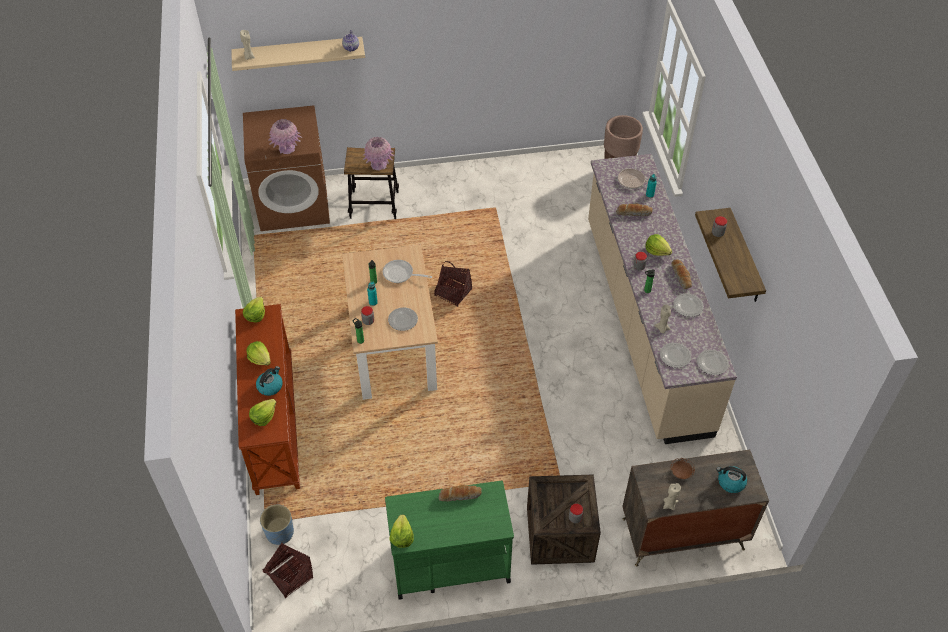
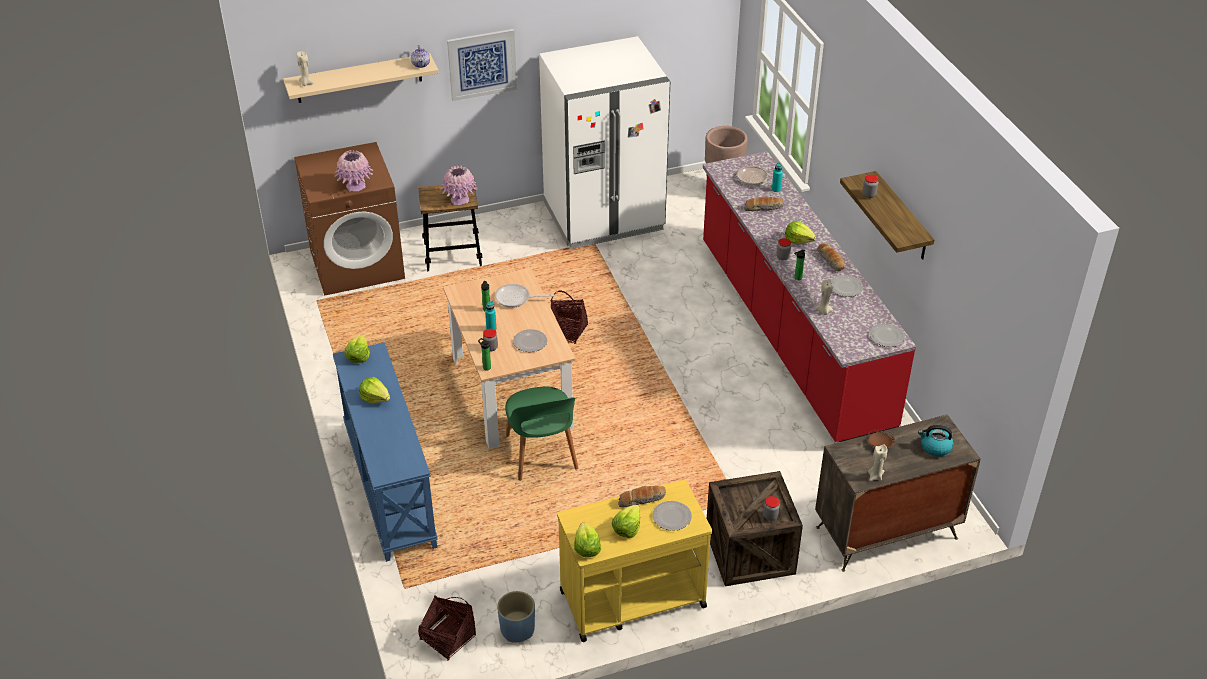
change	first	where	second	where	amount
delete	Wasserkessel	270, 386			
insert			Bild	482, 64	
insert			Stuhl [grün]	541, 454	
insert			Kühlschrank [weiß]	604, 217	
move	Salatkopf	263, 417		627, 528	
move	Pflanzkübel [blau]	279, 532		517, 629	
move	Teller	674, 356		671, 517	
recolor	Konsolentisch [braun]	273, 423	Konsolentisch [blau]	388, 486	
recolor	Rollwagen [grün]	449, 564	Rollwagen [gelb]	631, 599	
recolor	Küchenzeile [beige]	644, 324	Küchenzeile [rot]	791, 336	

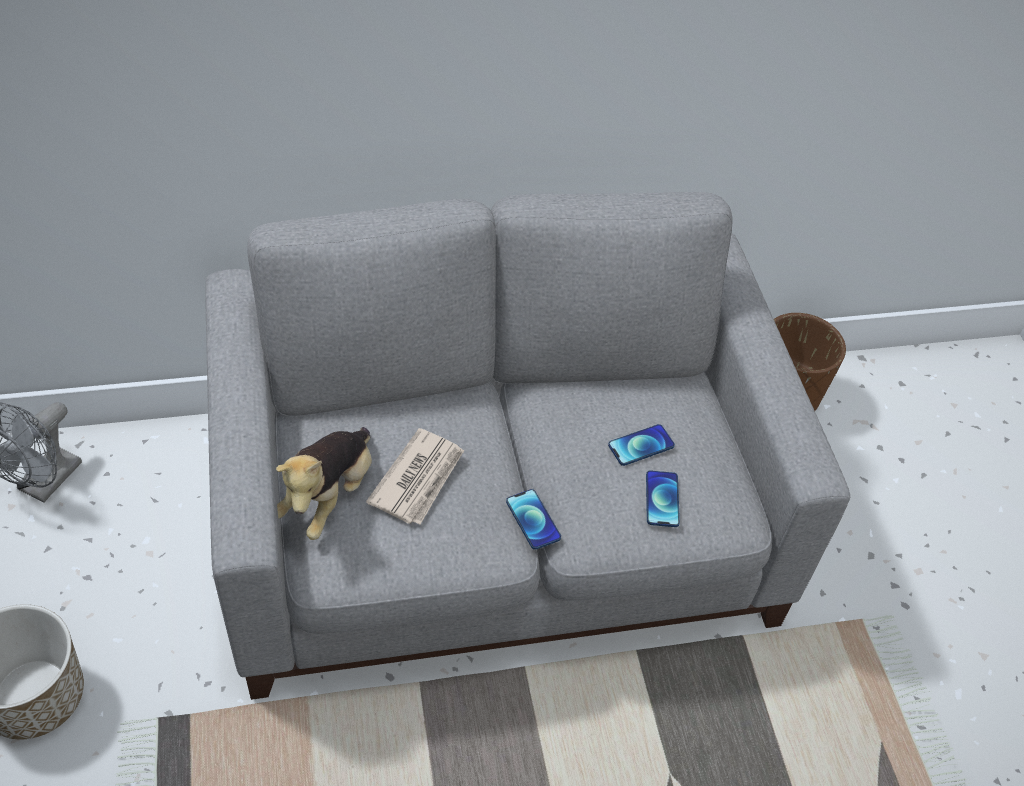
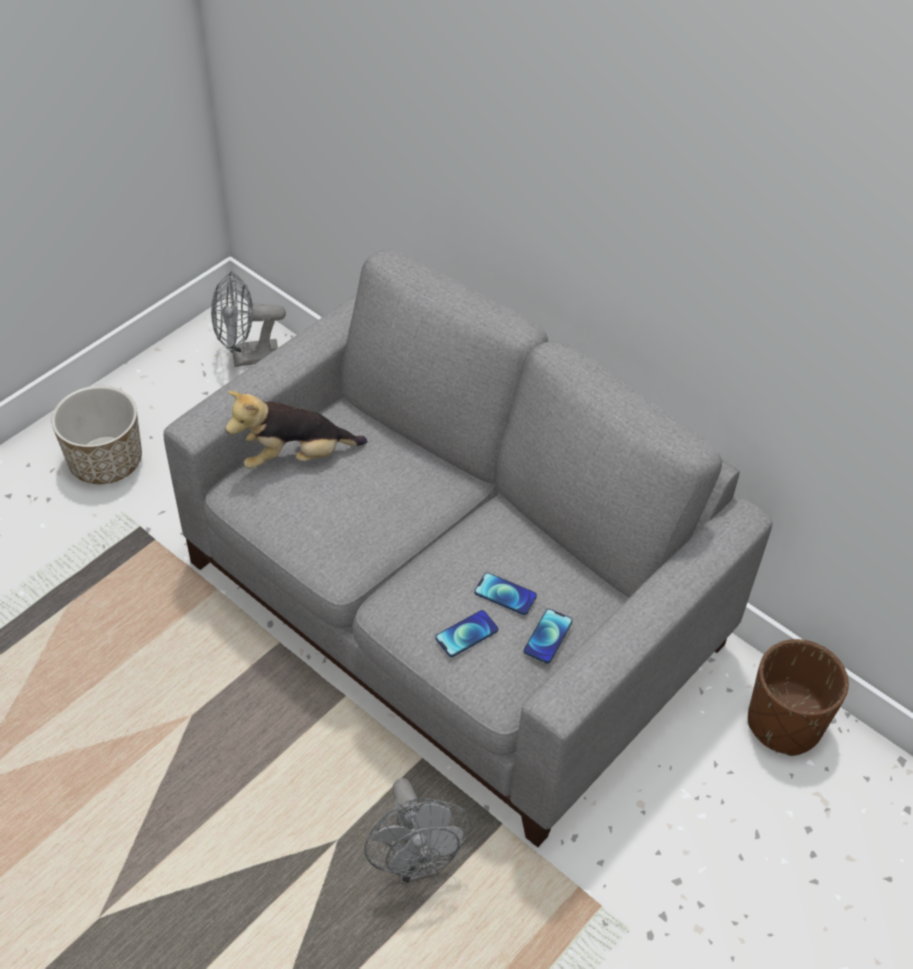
change	first	where	second	where	amount
delete	Zeitung	419, 479			
insert			Ventilator [grau]	415, 862	
move	Handy	533, 520		548, 636	

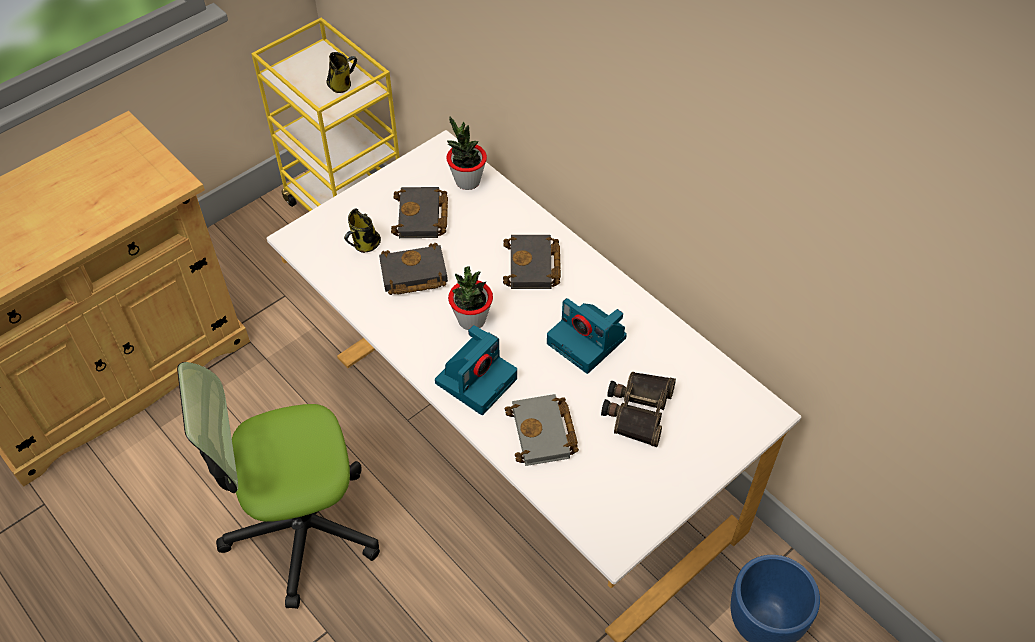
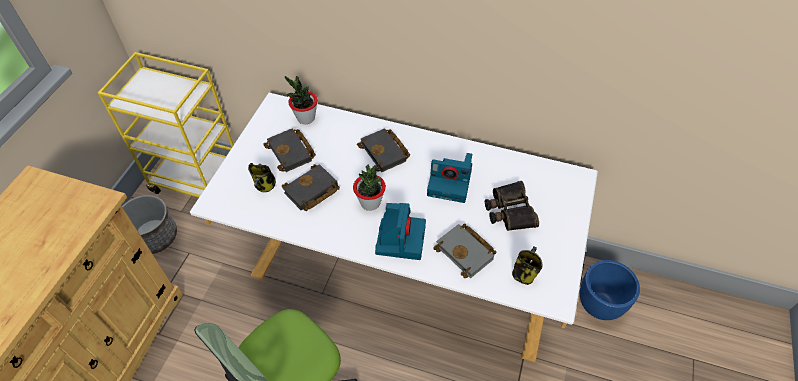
change	first	where	second	where	amount
insert			Pflanzkübel	154, 237	
move	Henkelbecher	341, 85		524, 273	

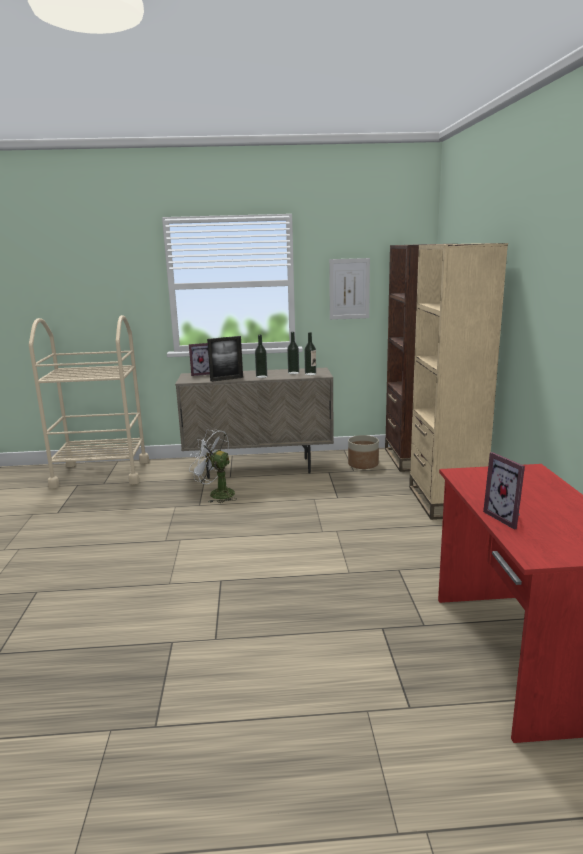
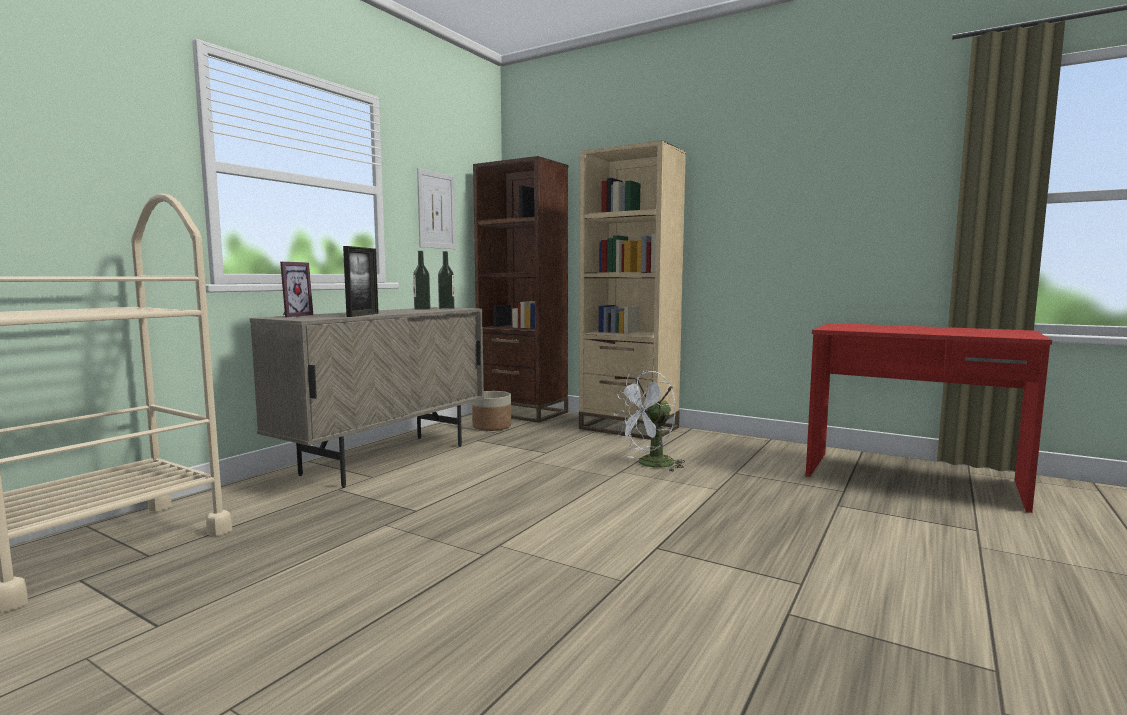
change	first	where	second	where	amount
delete	Flasche	261, 376			
delete	Bilderrahmen	508, 518			
move	Ventilator [weiß]	216, 494		650, 465	

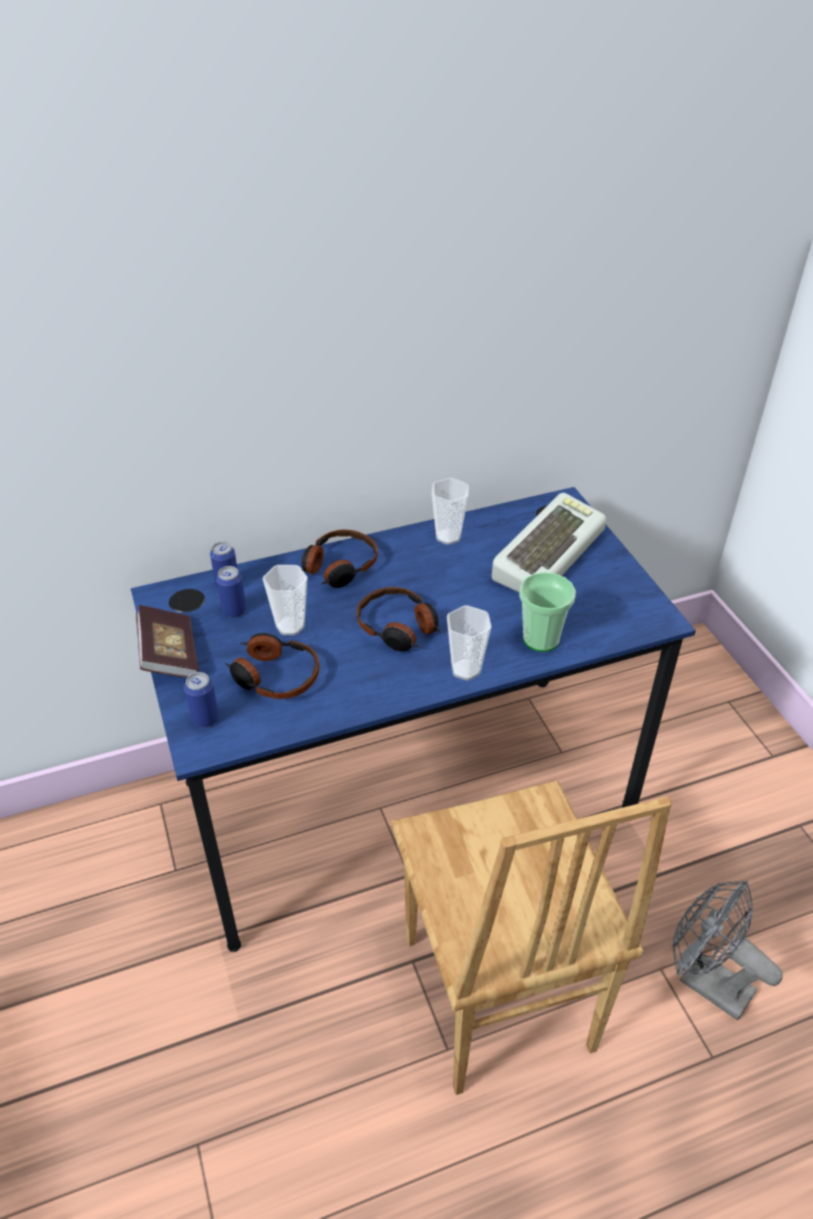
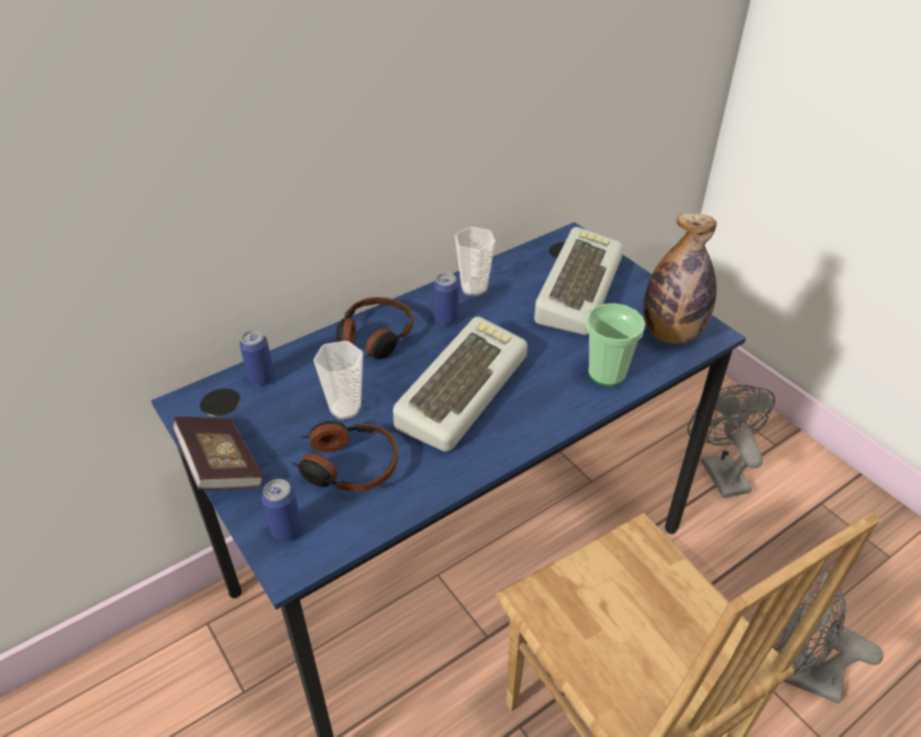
change	first	where	second	where	amount
delete	Tasse	465, 670			
insert			Flasche	671, 333	
insert			Ventilator [grau]	719, 470	
move	Dose	234, 611		446, 319	
replace	Kopfhörer	398, 628	Tastatur	460, 389	

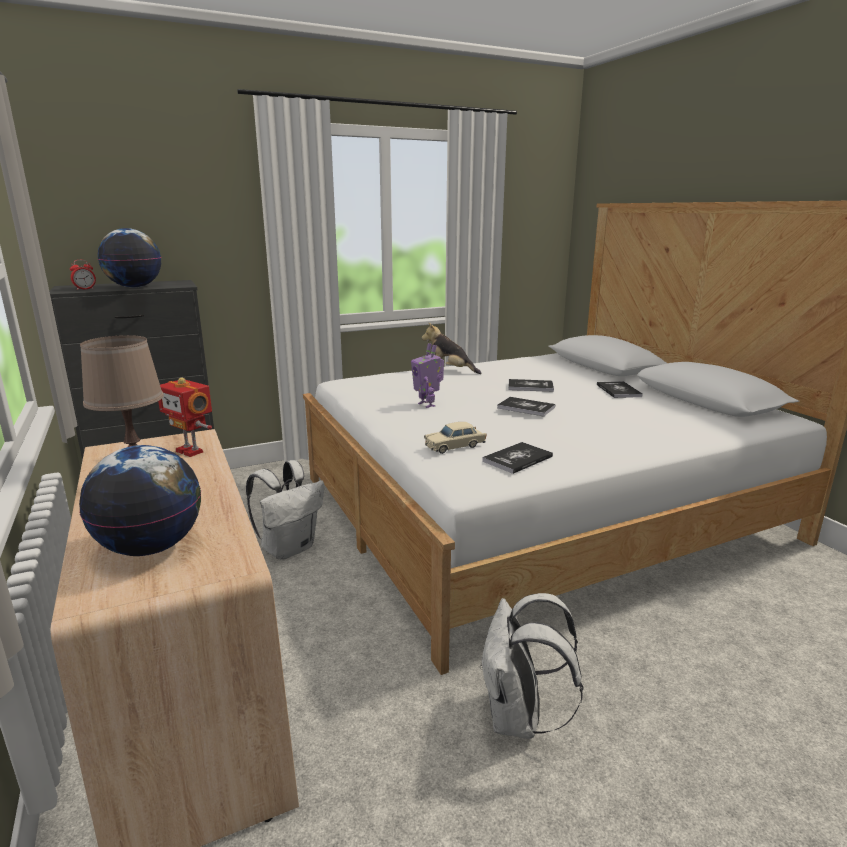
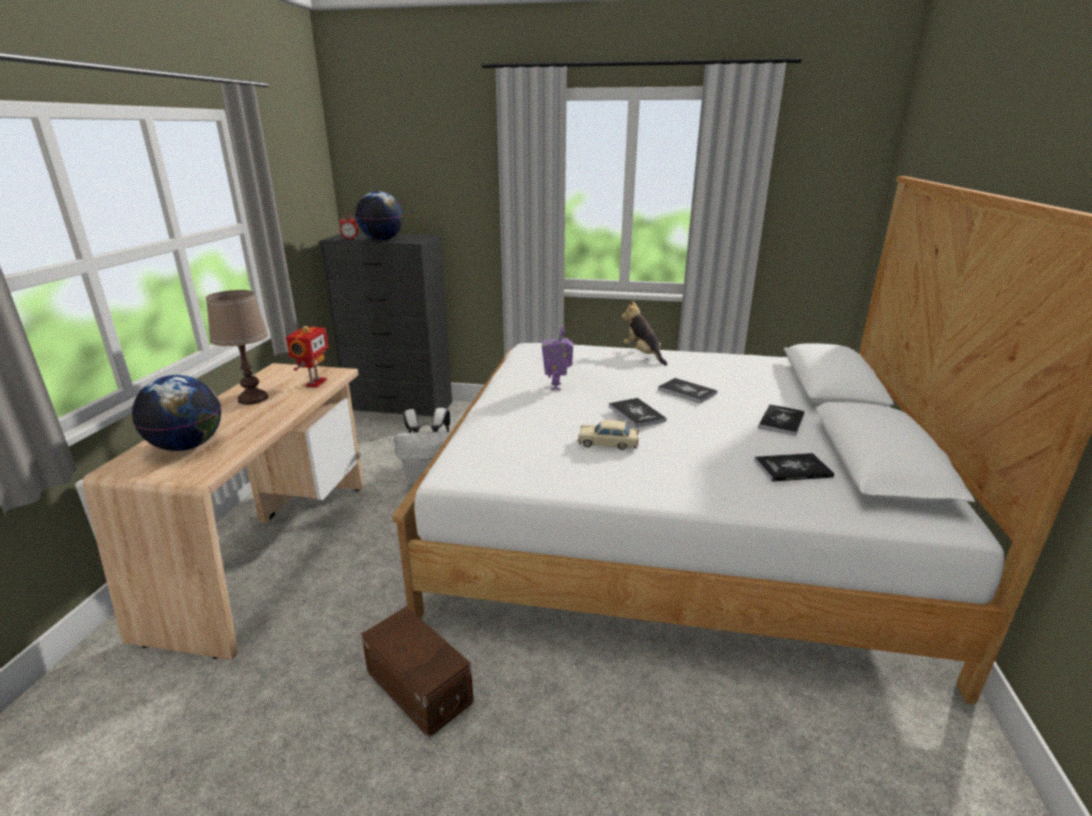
change	first	where	second	where	amount
move	Spielzeugauto [beige]	455, 446		608, 443	
move	Buch	517, 459		792, 469	
replace	Rucksack [weiß]	518, 718	Aufbewahrungsbox [braun]	418, 689	
rotate	Spielzeugroboter	191, 451		315, 383	150 degrees counterclockwise

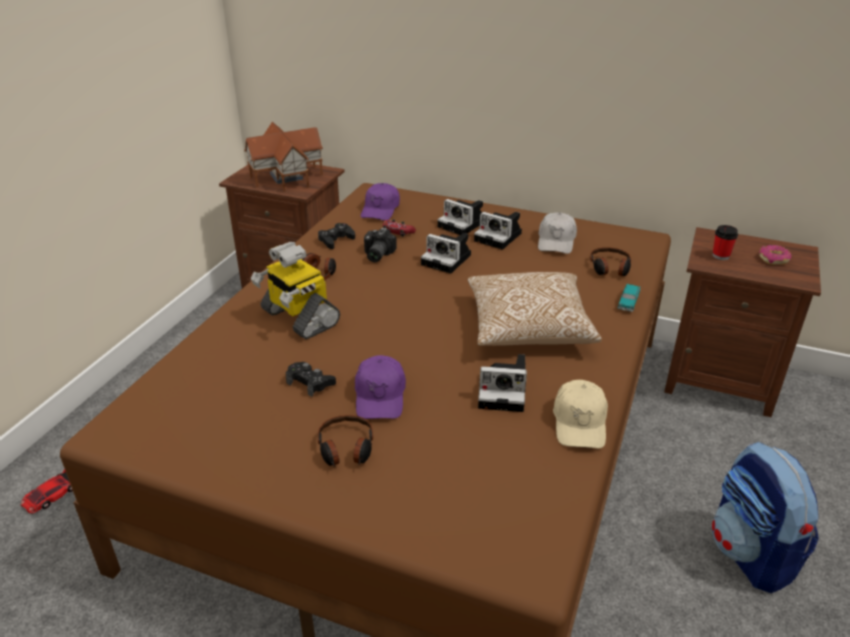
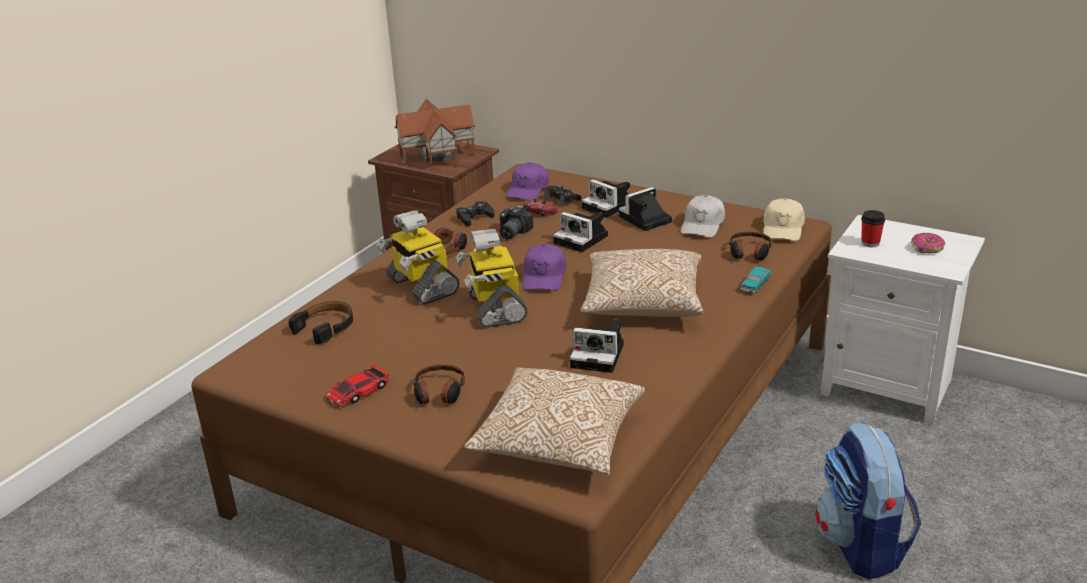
change	first	where	second	where	amount
insert			Kopfhörer [schwarz]	325, 327	
insert			Spielzeugroboter	494, 307	
insert			Kissen	558, 442	
move	Spielzeugauto	51, 495		358, 391	
move	Gamepad [schwarz]	310, 382		562, 199	
move	Kappe [lila]	380, 396		544, 277	
move	Kappe [beige]	580, 423		783, 229	
recolor	Nachttisch [braun]	719, 380	Nachttisch [weiß]	888, 386	
rotate	Kamera	500, 237		644, 220	105 degrees clockwise

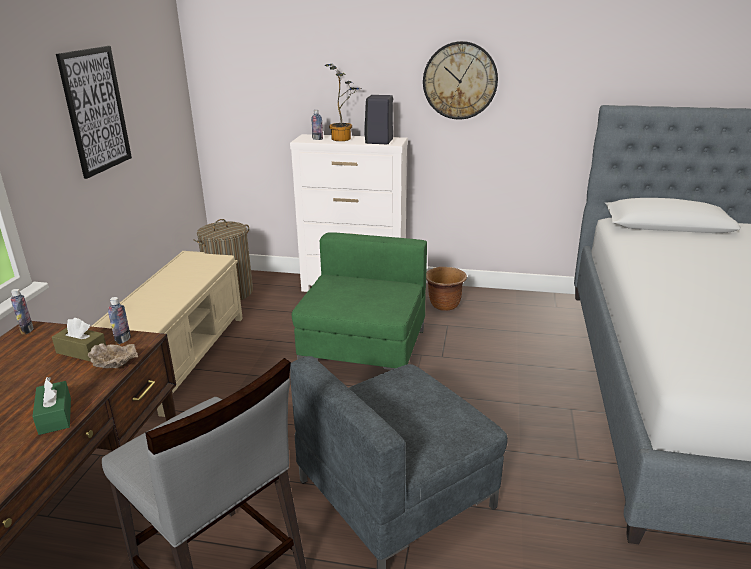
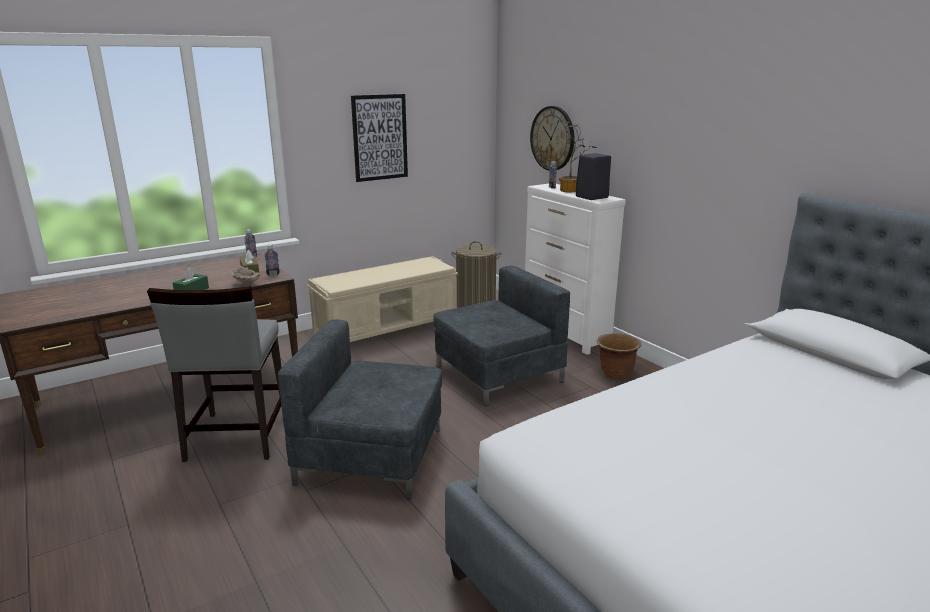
change	first	where	second	where	amount
move	Wanduhr	460, 81		552, 138	
recolor	Sessel [grün]	363, 350	Sessel [grau]	497, 373	

